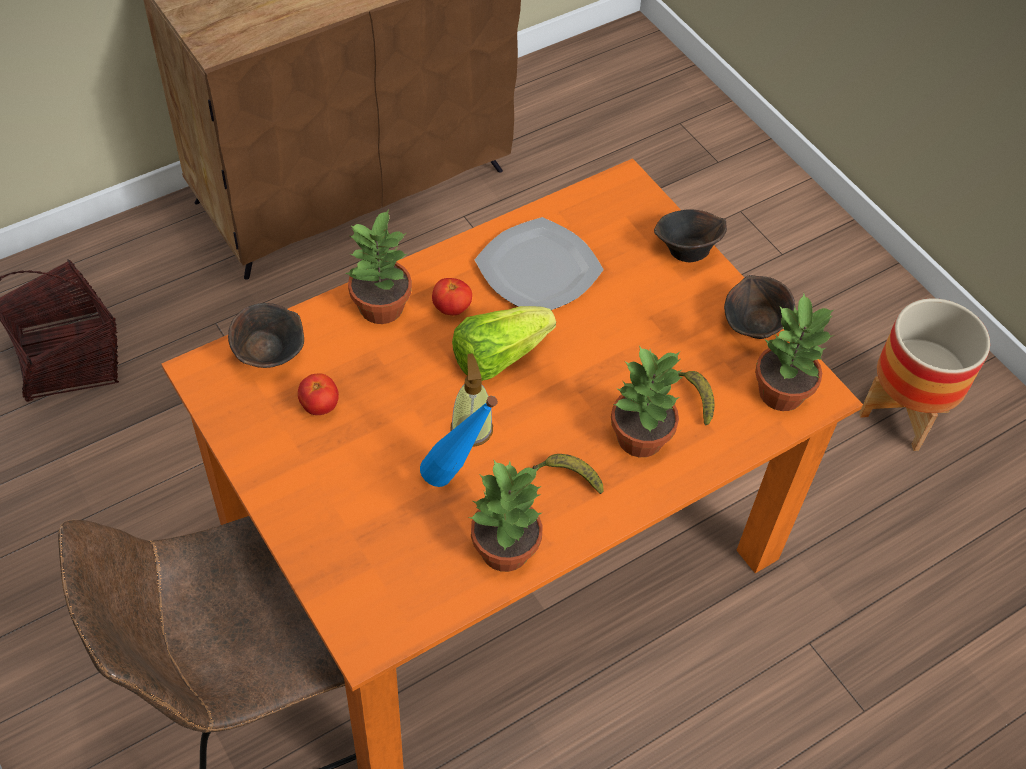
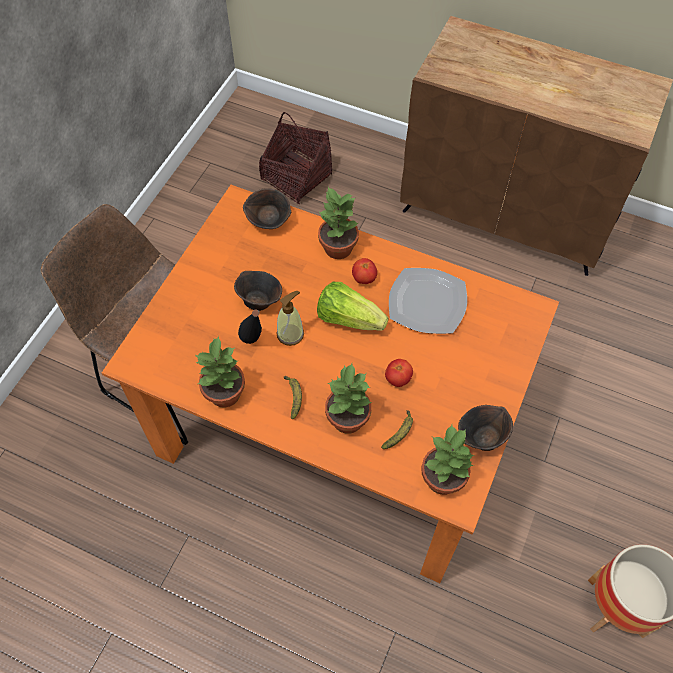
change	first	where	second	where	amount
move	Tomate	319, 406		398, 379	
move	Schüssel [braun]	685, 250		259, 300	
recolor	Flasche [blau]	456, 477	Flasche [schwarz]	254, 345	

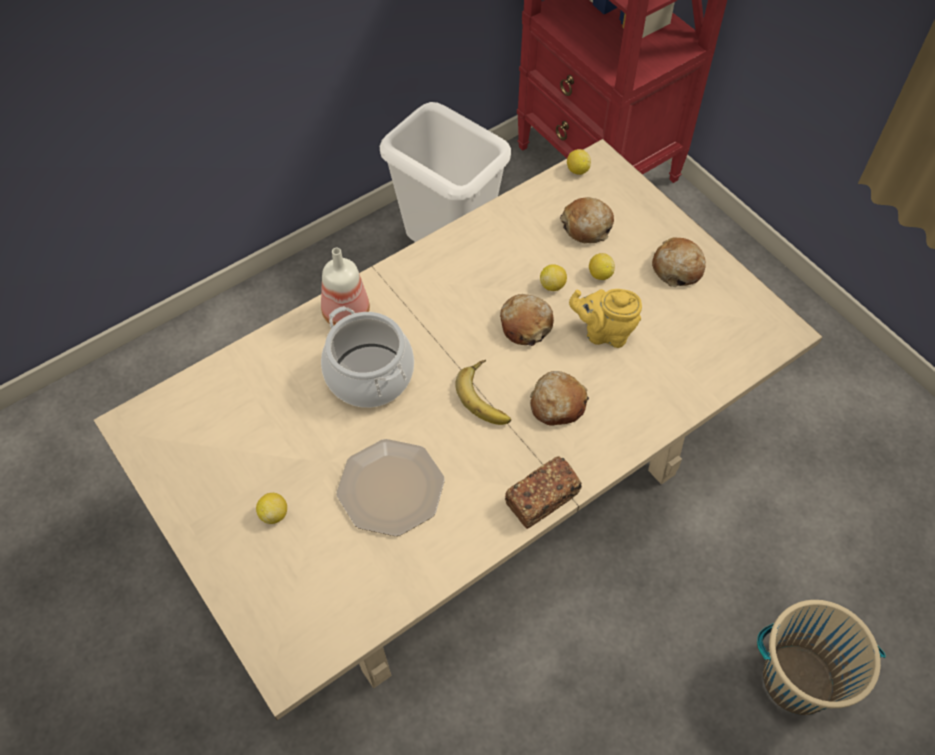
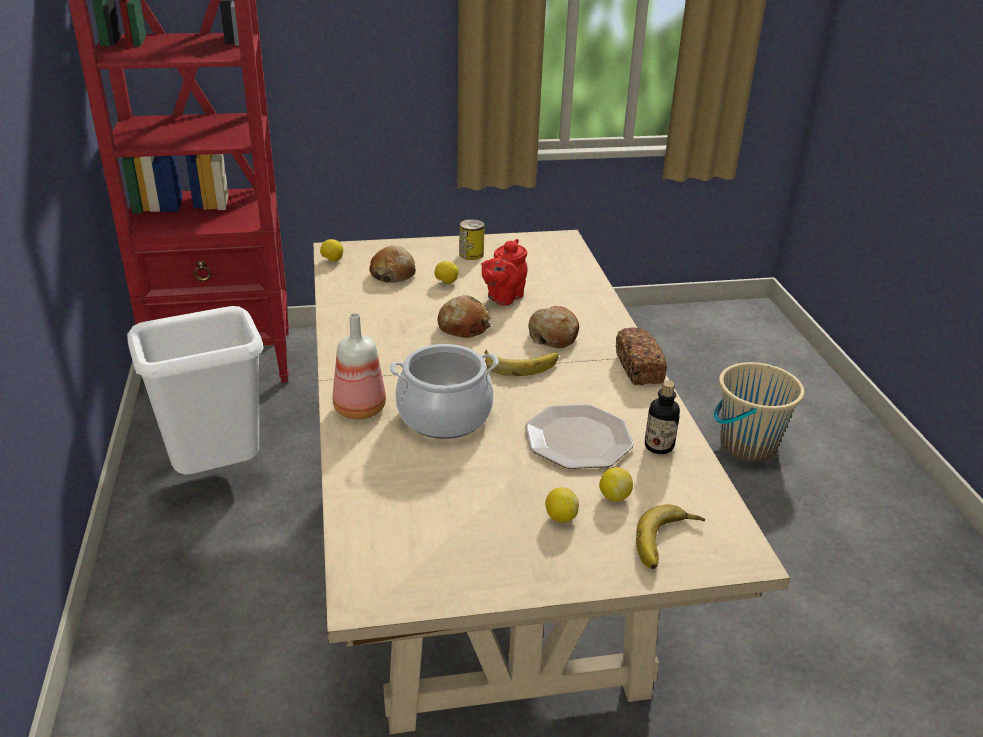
change	first	where	second	where	amount
insert			Banane	668, 543	
insert			Flasche	658, 446	
move	Zitrone	552, 285		614, 496	
replace	Brot	677, 268	Dose	471, 254	
recolor	Teekanne [gelb]	604, 332	Teekanne [rot]	503, 297	

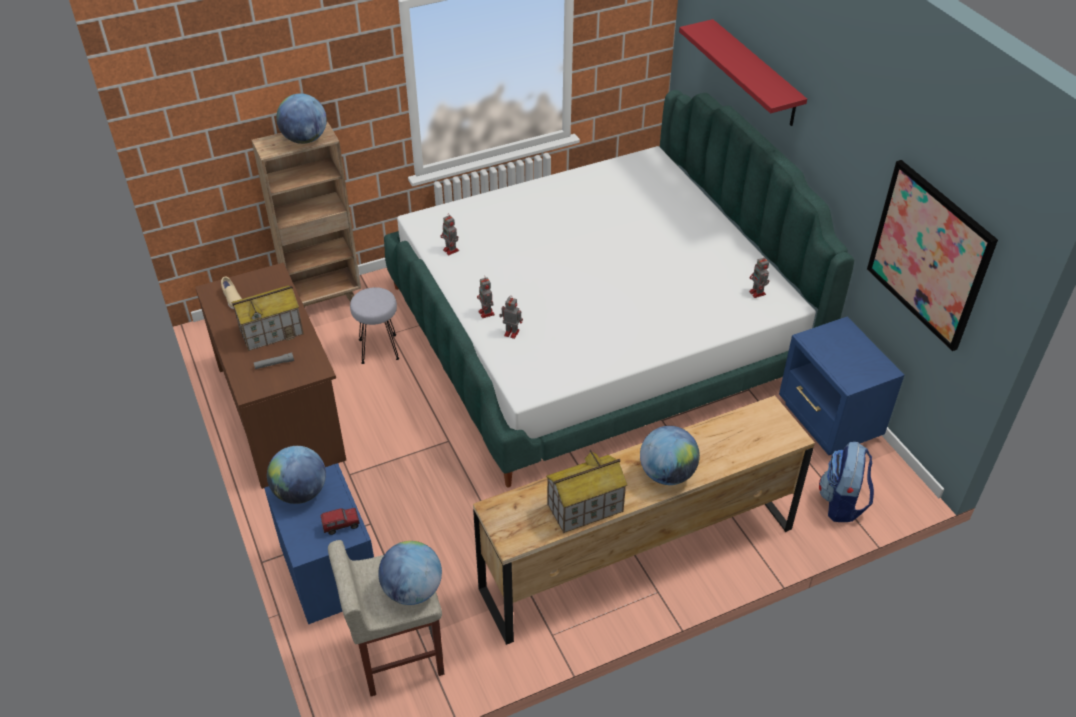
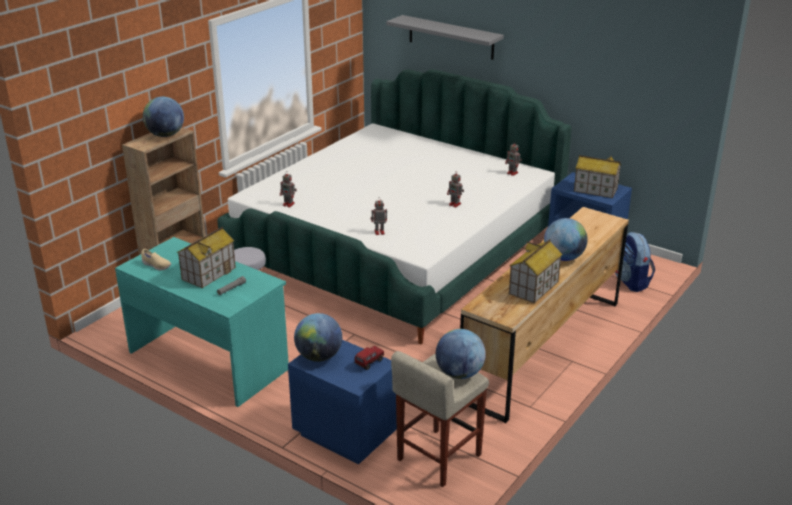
change	first	where	second	where	amount
delete	Bild	929, 254			
insert			Spielzeughaus	595, 190	
move	Spielzeugroboter	486, 313		455, 204	
recolor	Schreibtisch [braun]	282, 412	Schreibtisch [türkis]	209, 360	
recolor	Wandregal [rot]	755, 73	Wandregal [grau]	451, 37	

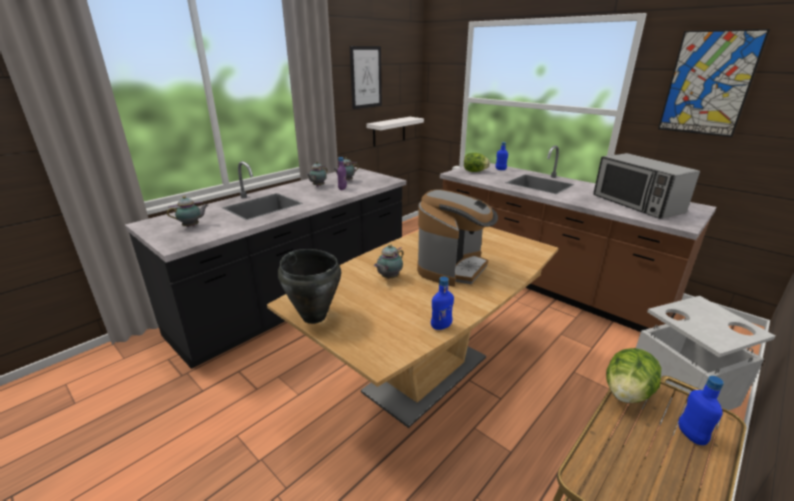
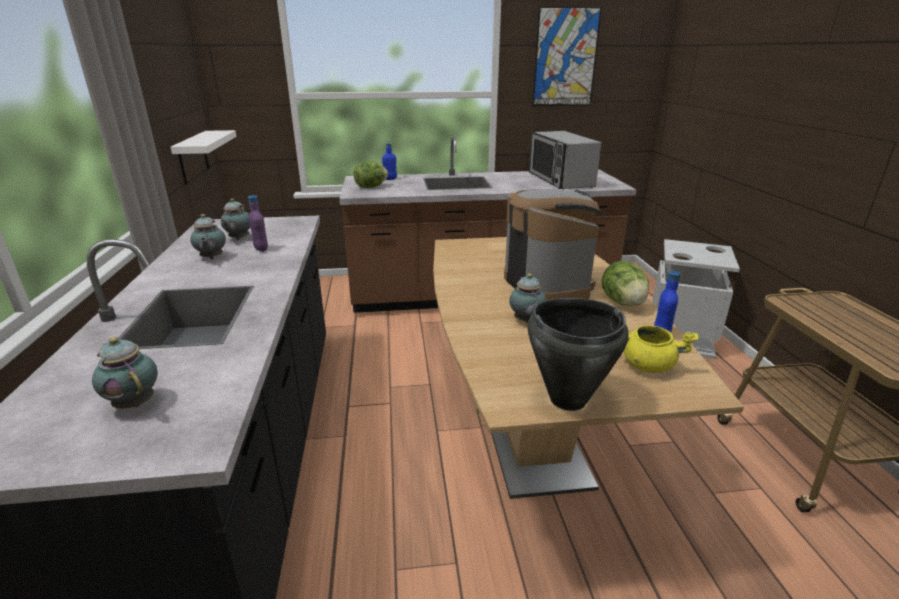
change	first	where	second	where	amount
delete	Bild	366, 77			
delete	Flasche [blau]	691, 436			
insert			Kochtopf [gelb]	648, 365	
move	Salatkopf	627, 393		623, 302	
rotate	Teekanne	192, 226		134, 402	60 degrees counterclockwise
rotate	Mikrowelle	636, 204		560, 180	60 degrees clockwise

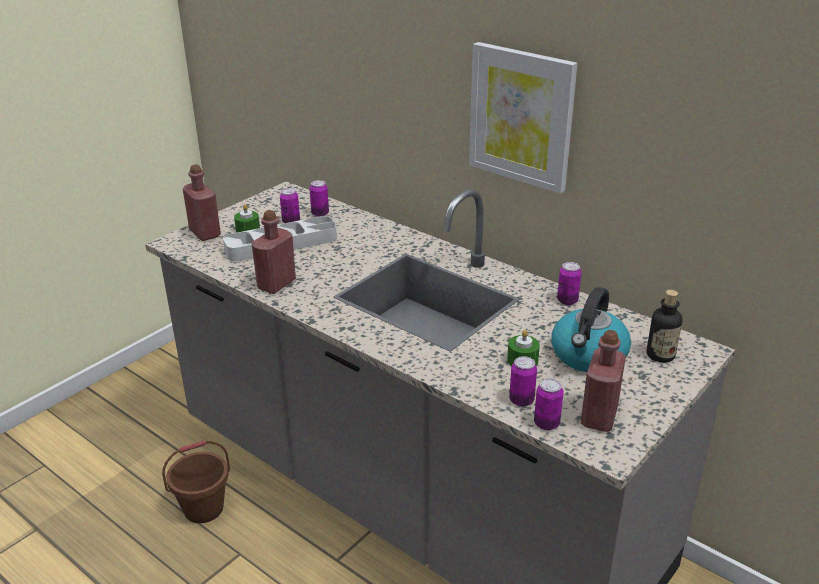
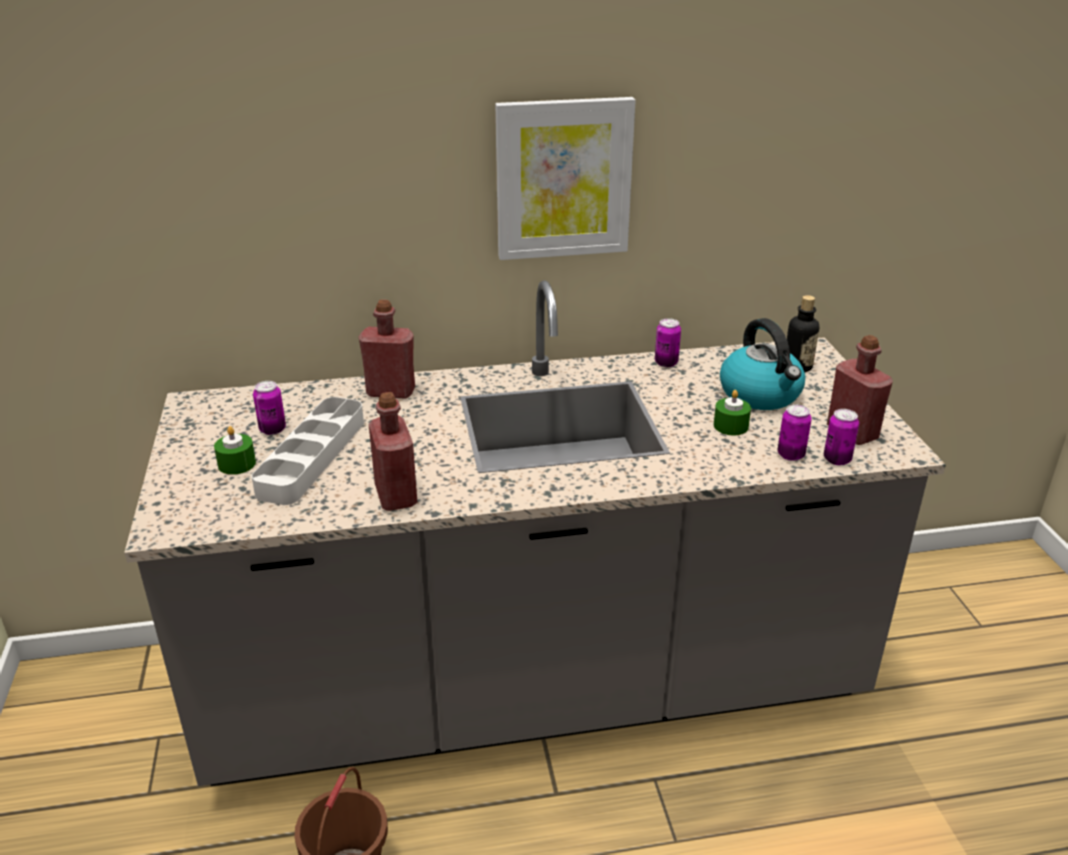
change	first	where	second	where	amount
delete	Dose	320, 214			
move	Flasche [rot]	205, 233		391, 392	

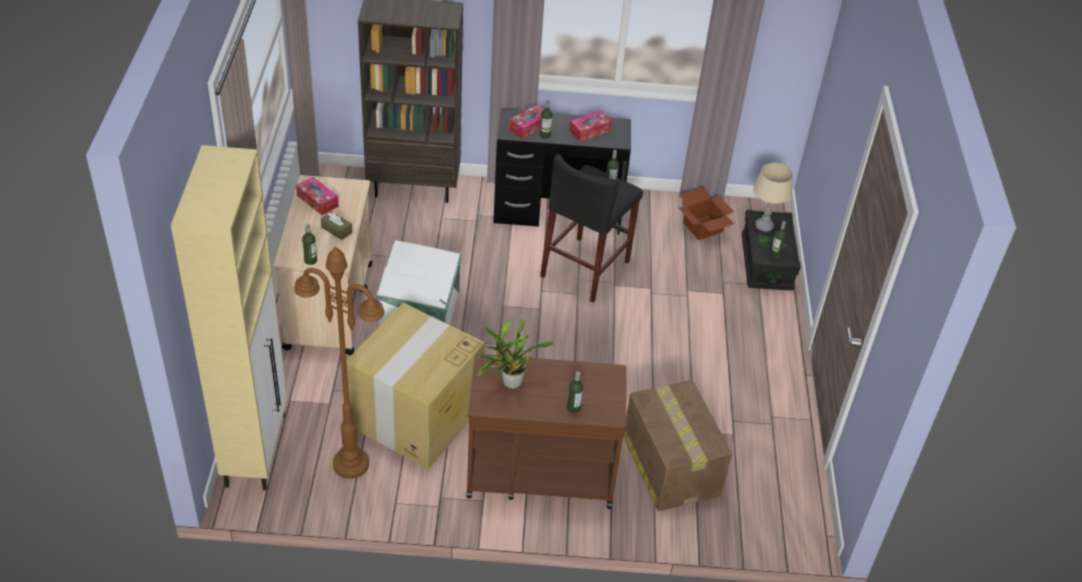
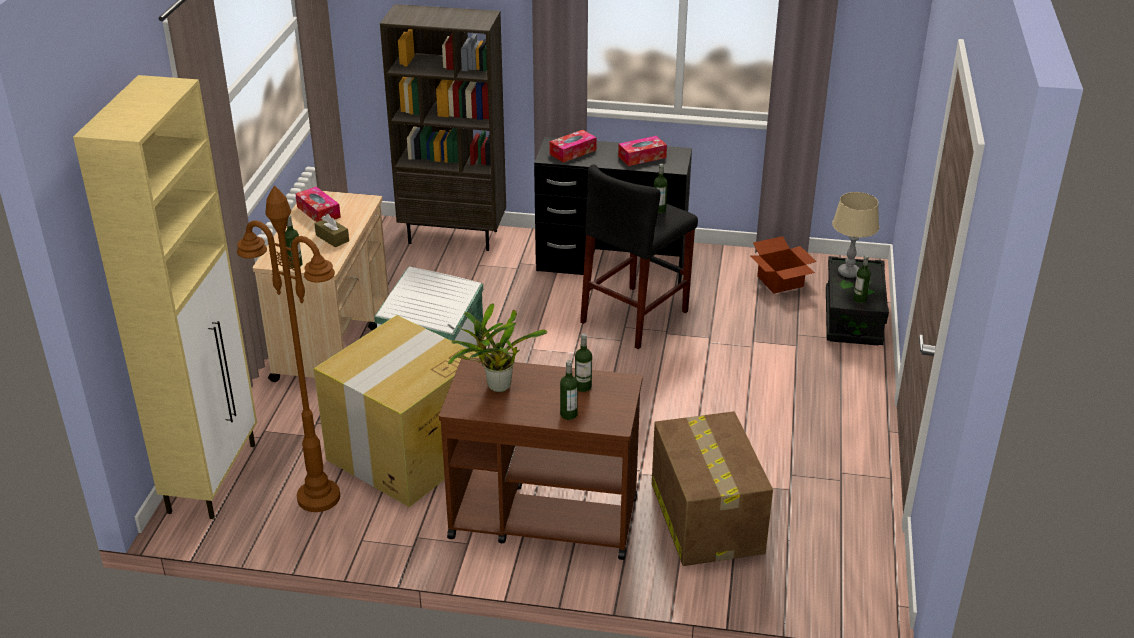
change	first	where	second	where	amount
move	Flasche	545, 135		583, 387	

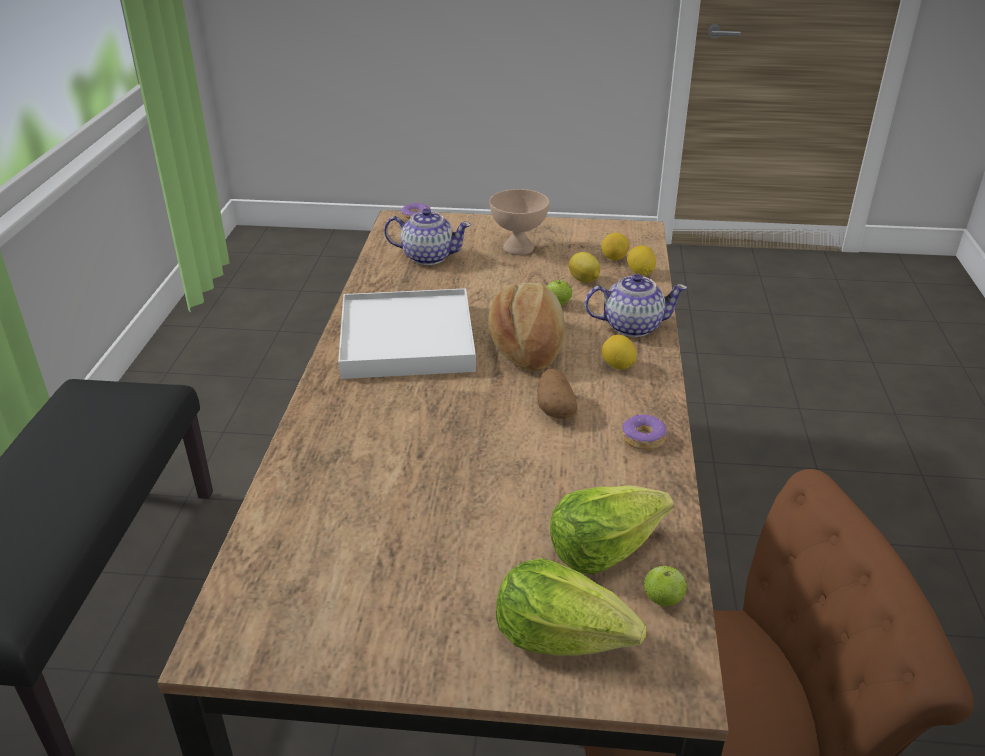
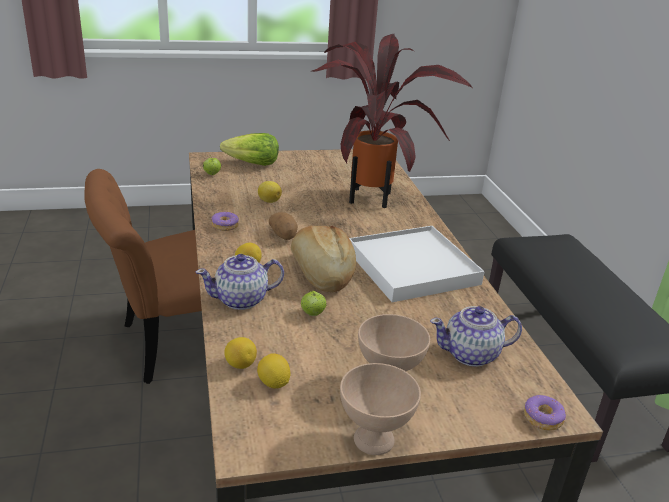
change	first	where	second	where	amount
delete	Salatkopf	603, 547			
insert			Topfpflanze	373, 196	
insert			Schüssel [beige]	374, 441	
move	Zitrone	584, 280		268, 201	

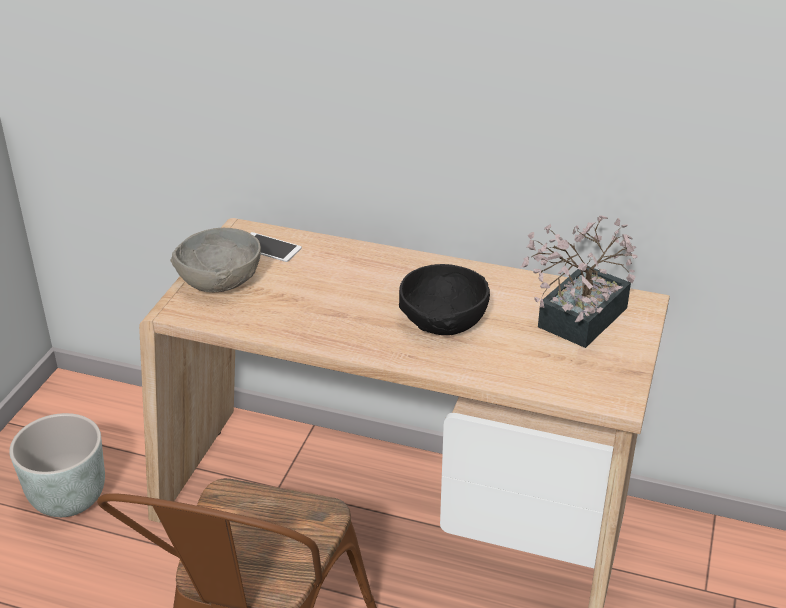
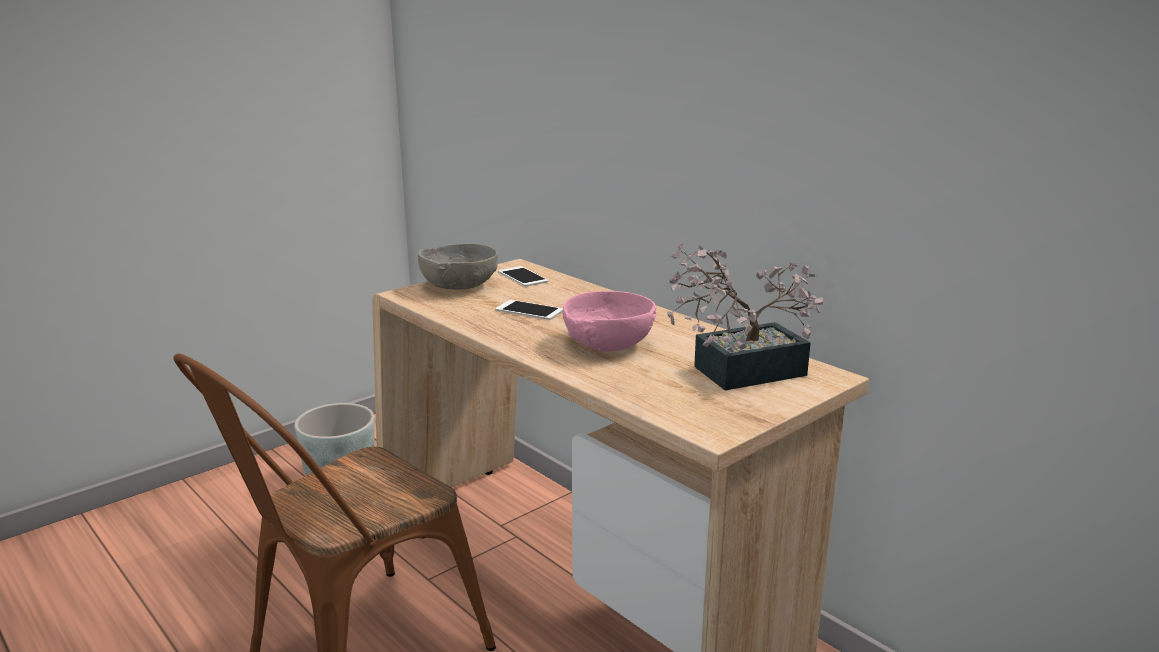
change	first	where	second	where	amount
insert			Handy	529, 310	
recolor	Schüssel [schwarz]	442, 321	Schüssel [rosa]	607, 343	

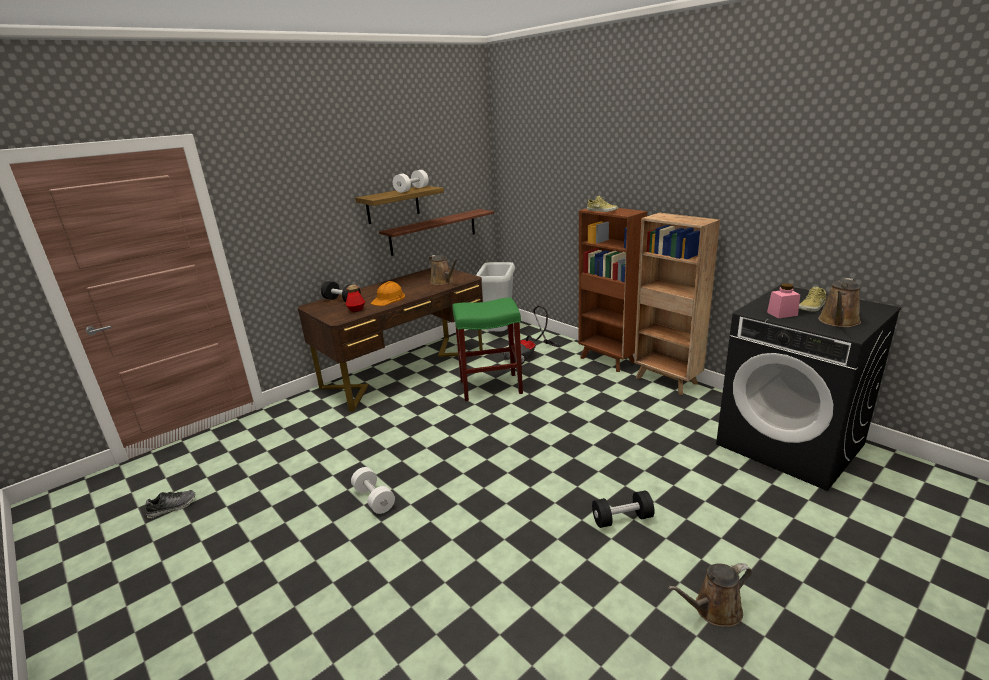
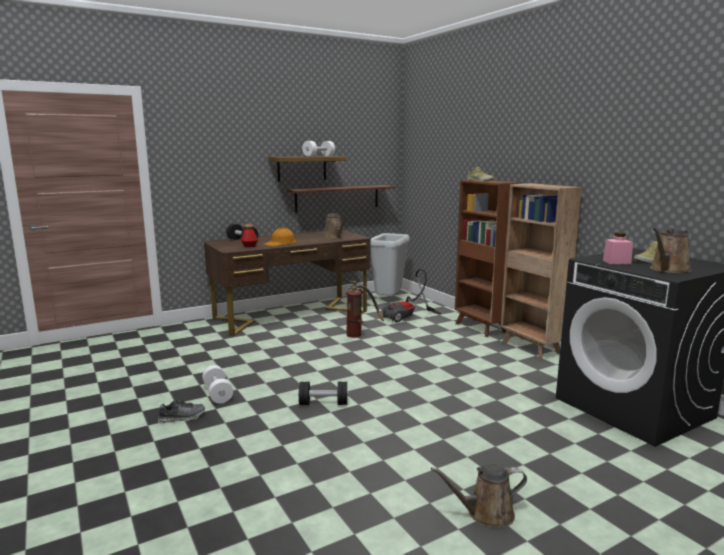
change	first	where	second	where	amount
move	Schuh	172, 507		182, 418	
move	Hantel [schwarz]	622, 519		323, 403	
replace	Hocker [grün]	490, 387	Feuerlöscher	360, 334	

